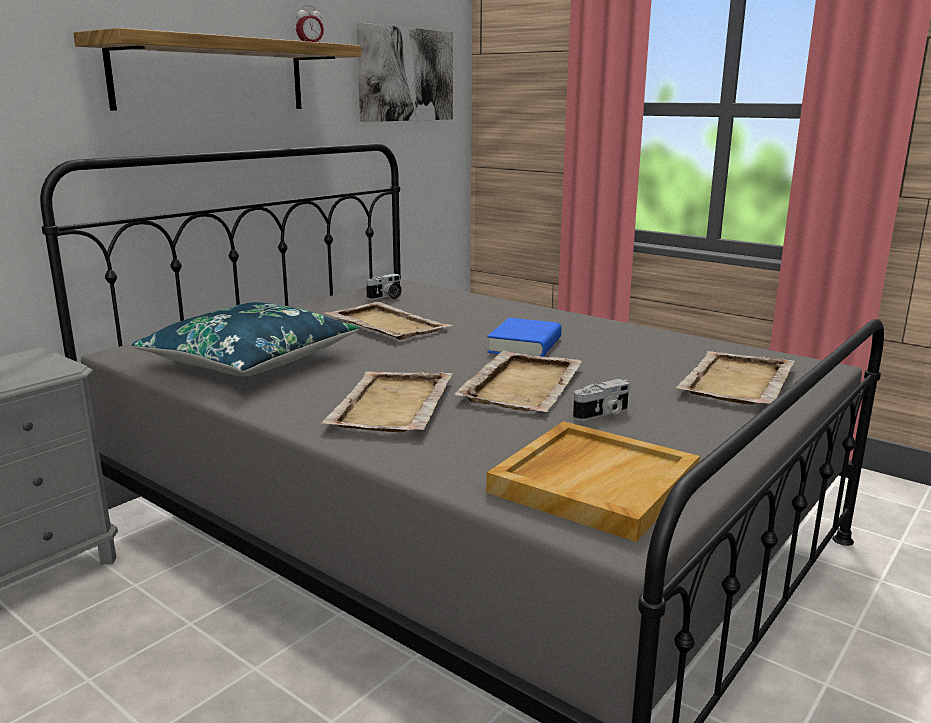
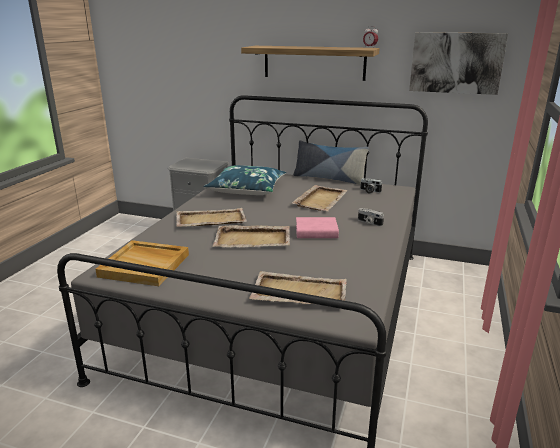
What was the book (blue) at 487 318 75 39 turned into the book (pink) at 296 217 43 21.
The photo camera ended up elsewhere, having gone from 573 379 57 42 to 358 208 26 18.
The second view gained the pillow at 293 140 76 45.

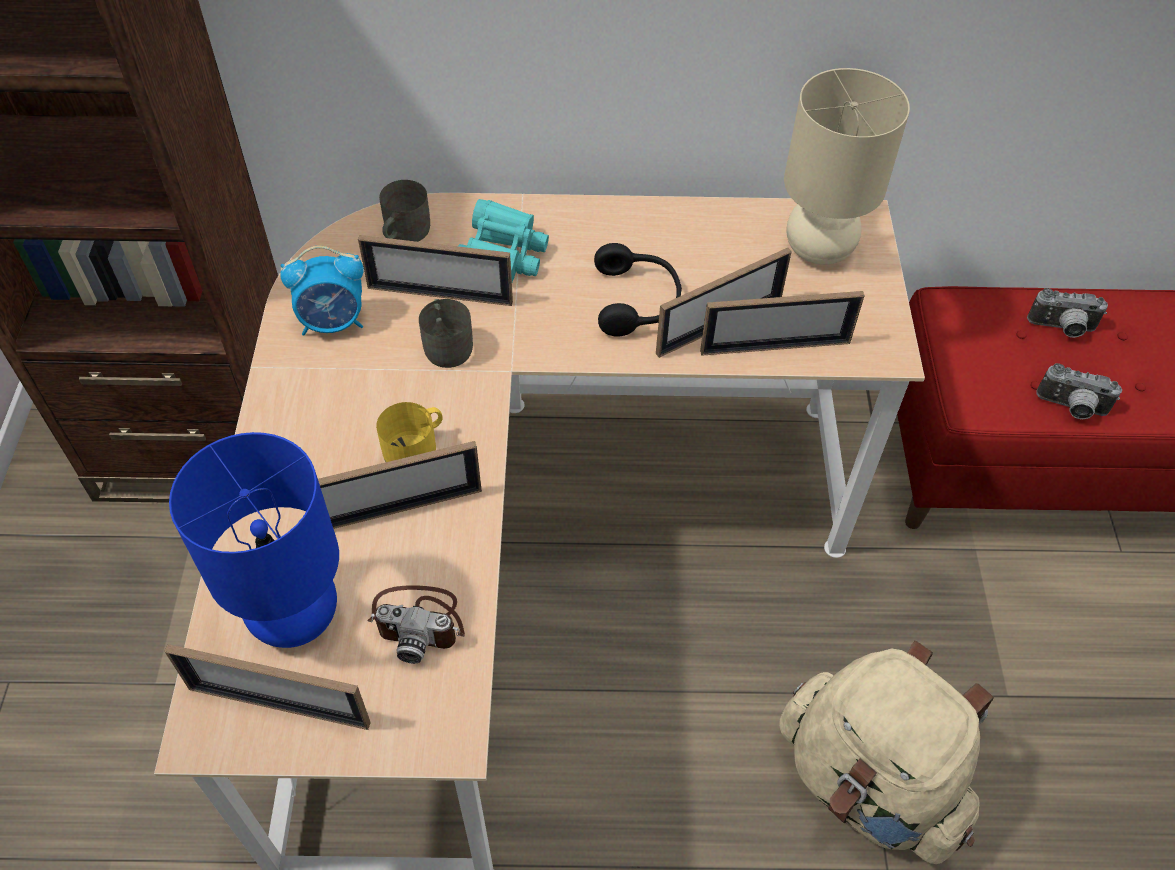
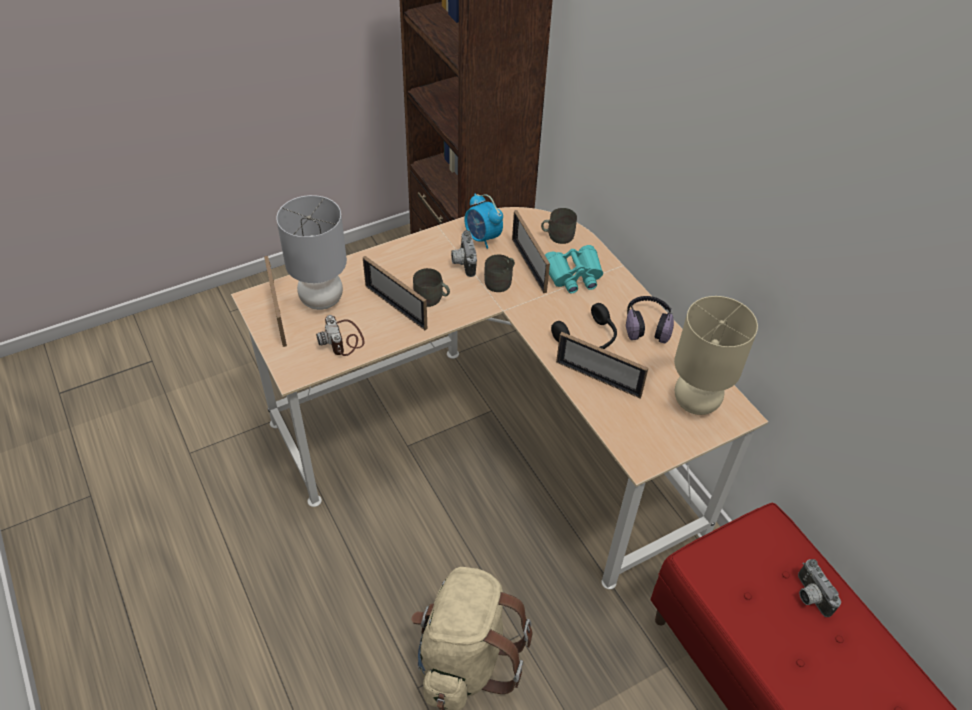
What was the table lamp (blue) at 169 432 170 216 turned into the table lamp (grey) at 276 195 71 115.
What was the mug (yellow) at 376 402 67 60 turned into the mug (grey) at 413 268 37 39.
The second view lost the picture frame at 700 291 165 65.
The photo camera ended up elsewhere, having gone from 1036 363 86 56 to 451 230 26 47.
The second view gained the headphones at 626 296 48 48.

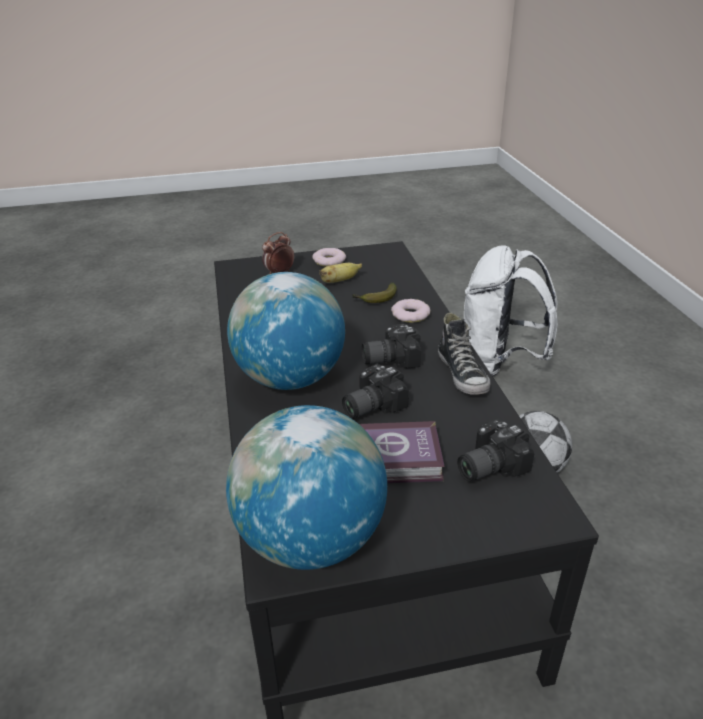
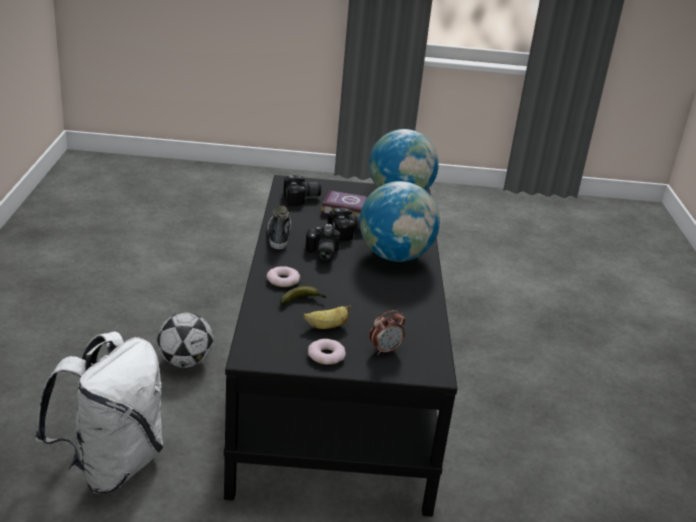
The photo camera at 362 324 59 45 ended up facing another way, 90 degrees clockwise from before.

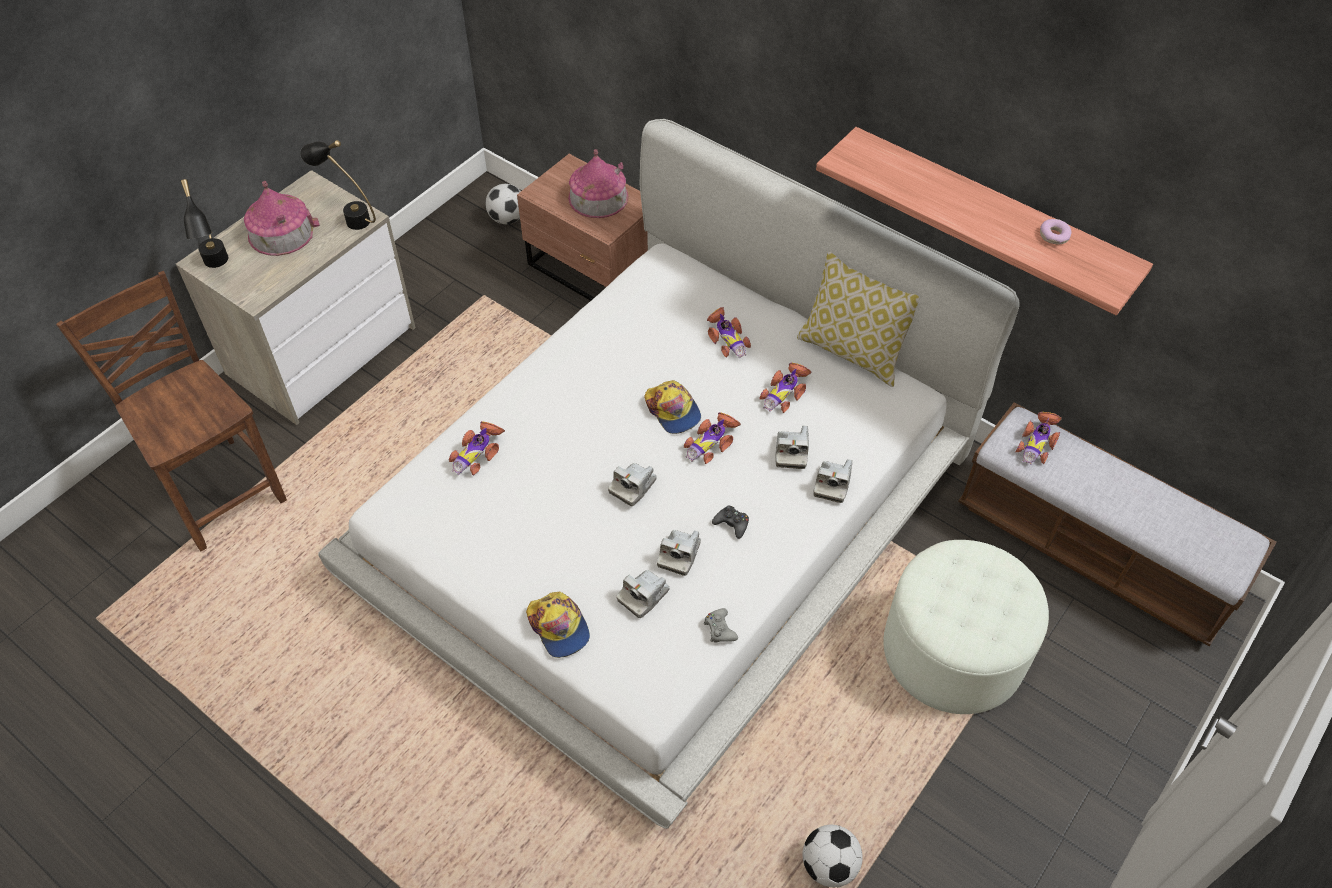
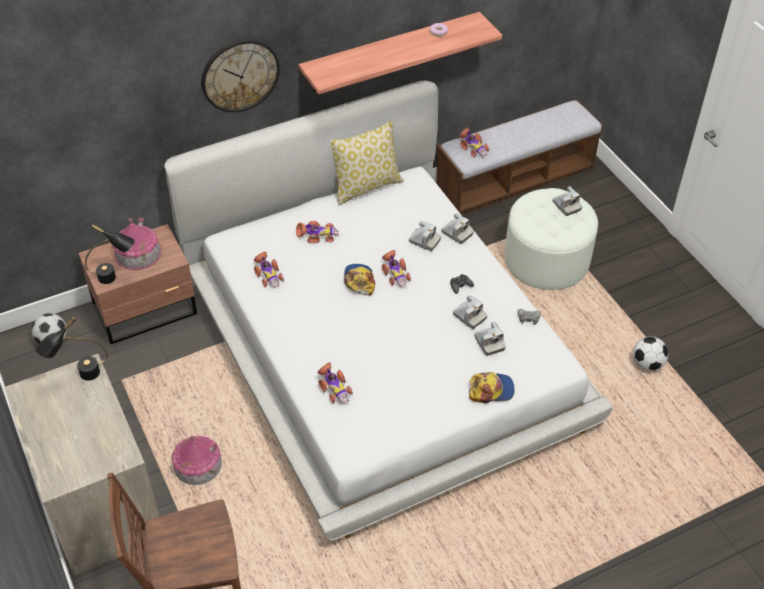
The table lamp (black) ended up elsewhere, having gone from 181 179 47 89 to 85 224 50 60.
The toy house ended up elsewhere, having gone from 244 181 76 75 to 172 435 50 50.
The photo camera ended up elsewhere, having gone from 608 463 49 43 to 553 186 29 30.
The cap at 644 380 57 54 ended up facing another way, 90 degrees counterclockwise from before.
The toy car ended up elsewhere, having gone from 760 363 52 50 to 254 252 30 36.
The second view gained the wall clock at 201 39 79 73.

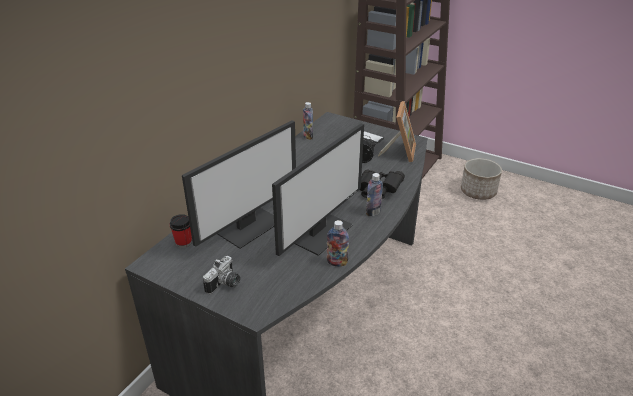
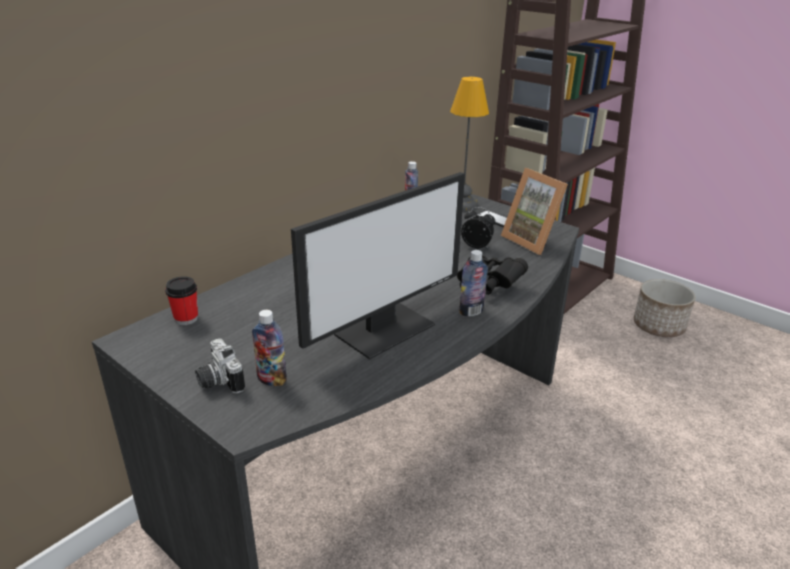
The second view lost the monitor at 182 120 114 129.
The photo camera at 203 256 37 38 ended up facing another way, 105 degrees clockwise from before.
The bottle ended up elsewhere, having gone from 327 220 22 47 to 252 310 35 76.
The picture frame at 378 101 38 61 ended up facing another way, 120 degrees clockwise from before.
The second view gained the table lamp at 450 77 39 134.

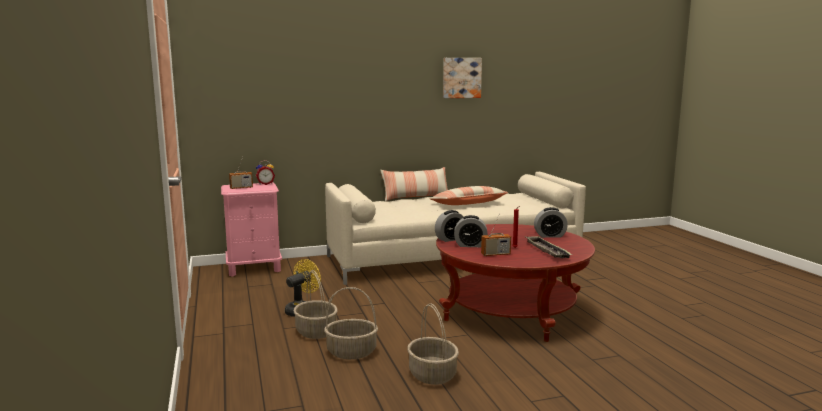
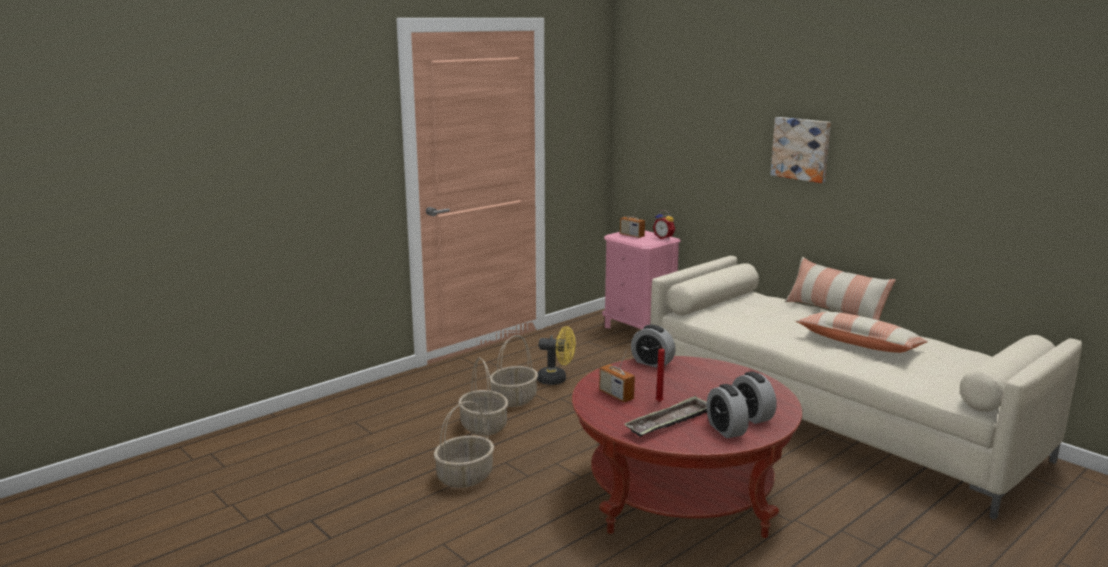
The picture ended up elsewhere, having gone from 443 58 39 40 to 771 117 60 66.
The alarm clock ended up elsewhere, having gone from 454 215 34 32 to 707 384 42 54.

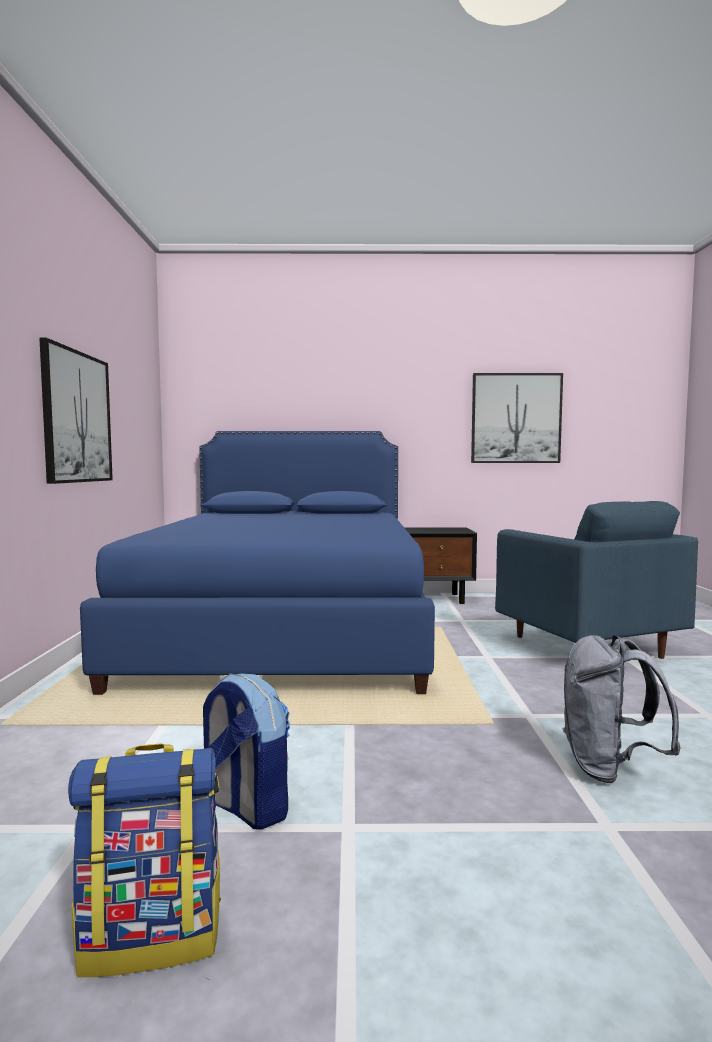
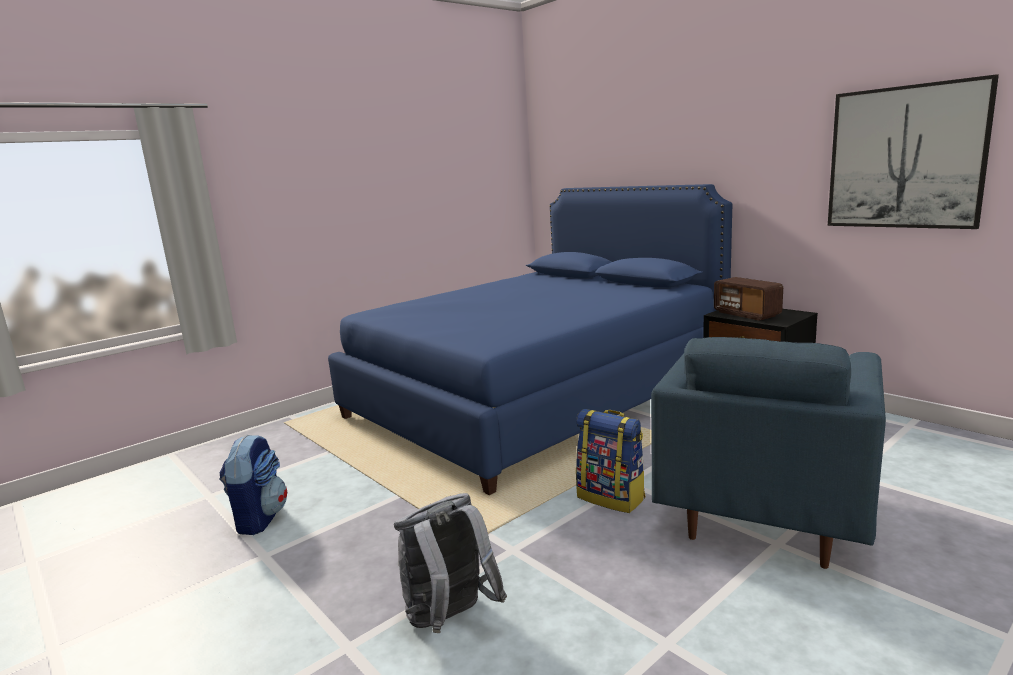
The second view lost the picture at 39 338 74 146.
The backpack ended up elsewhere, having gone from 68 744 153 233 to 576 409 69 104.
The second view gained the radio at 714 277 69 44.

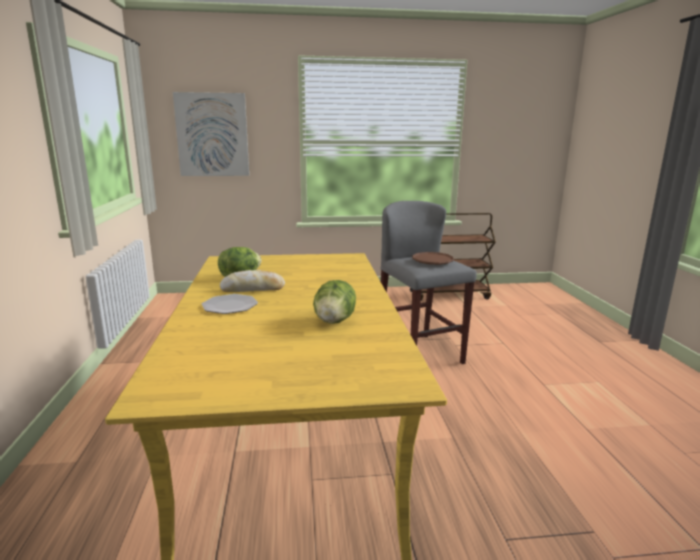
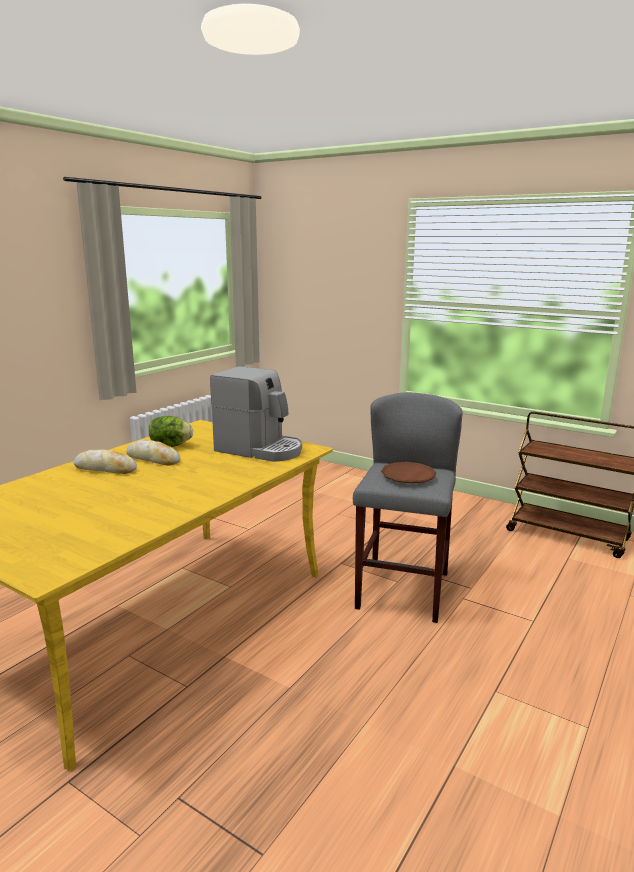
The second view lost the picture at 173 92 76 84.
Where the plate stood at 202 294 56 20, the bread came to stand at 74 449 63 25.
The second view lost the lettuce at 313 280 43 44.
The second view gained the coffee machine at 210 366 92 96.

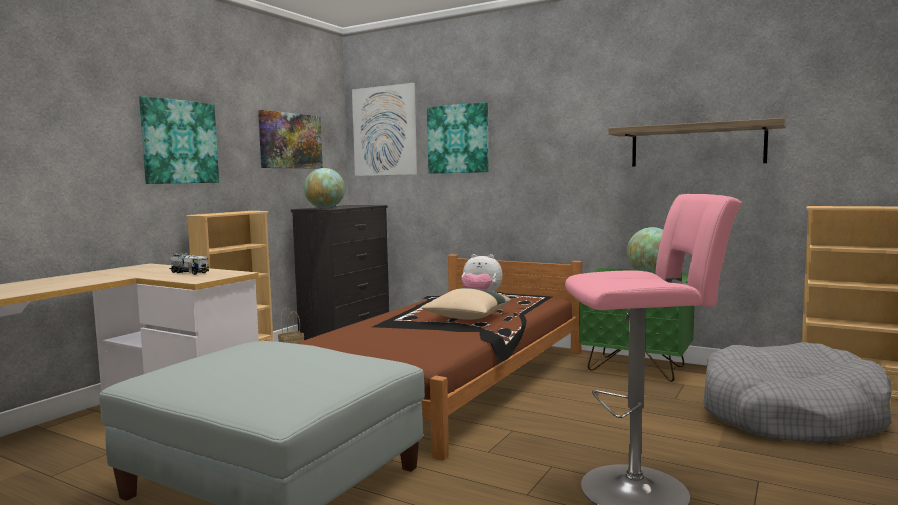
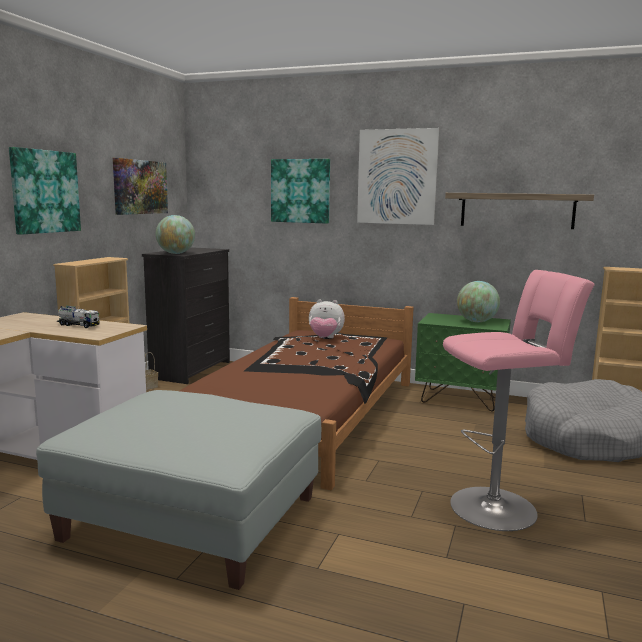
The picture ended up elsewhere, having gone from 352 83 65 93 to 357 128 82 97.
The second view lost the pillow (beige) at 421 288 90 32.

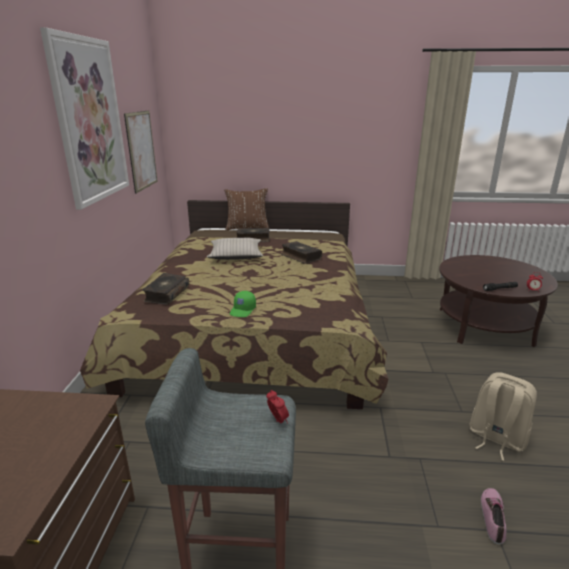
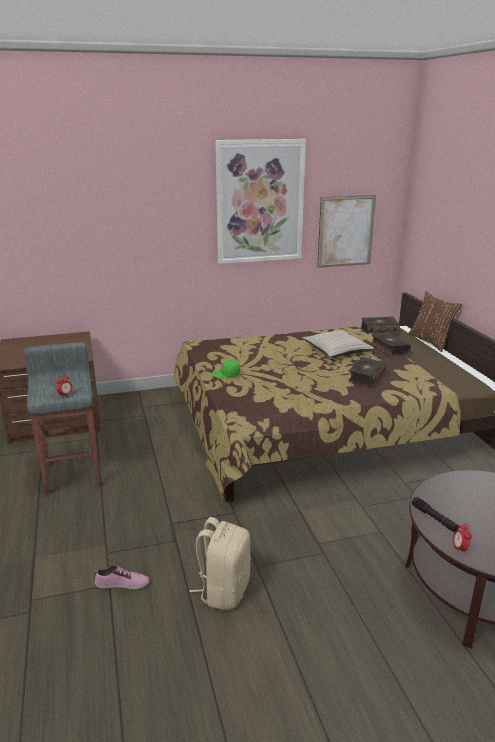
The book ended up elsewhere, having gone from 142 273 47 32 to 360 317 40 17.

